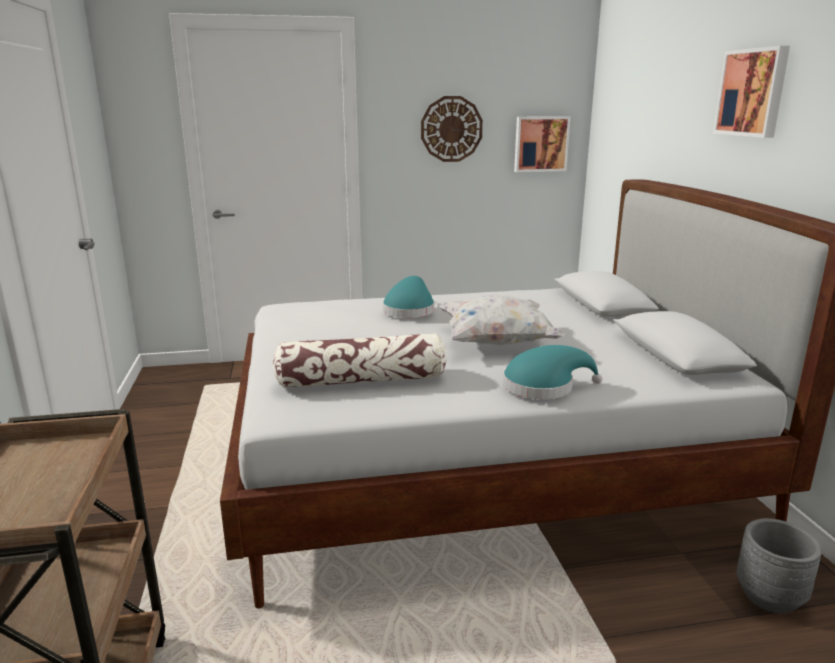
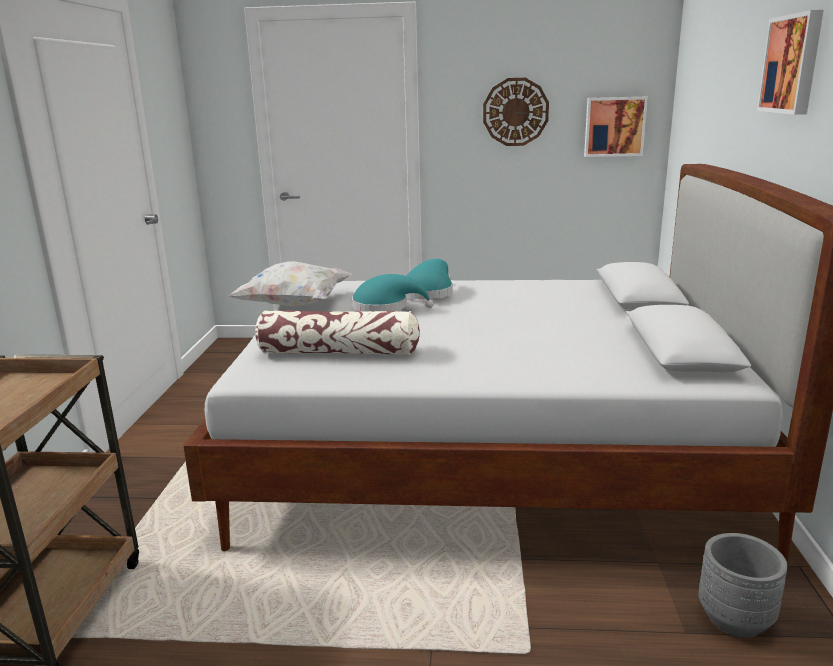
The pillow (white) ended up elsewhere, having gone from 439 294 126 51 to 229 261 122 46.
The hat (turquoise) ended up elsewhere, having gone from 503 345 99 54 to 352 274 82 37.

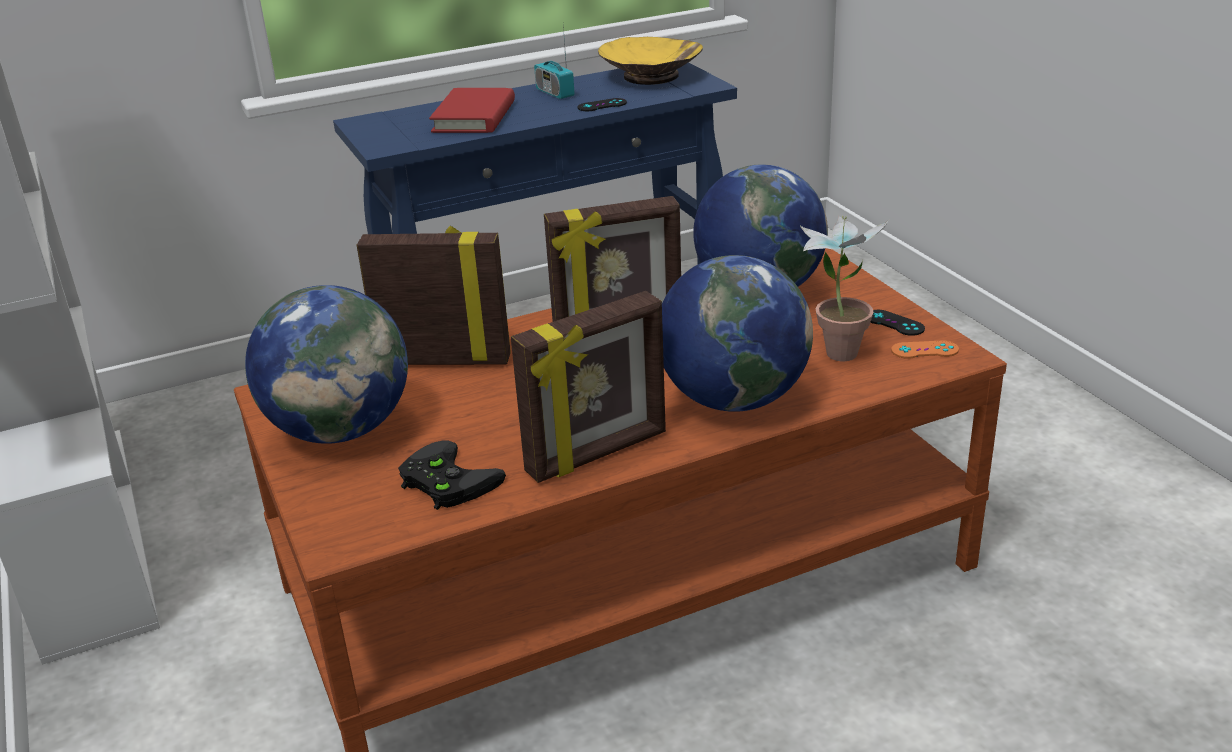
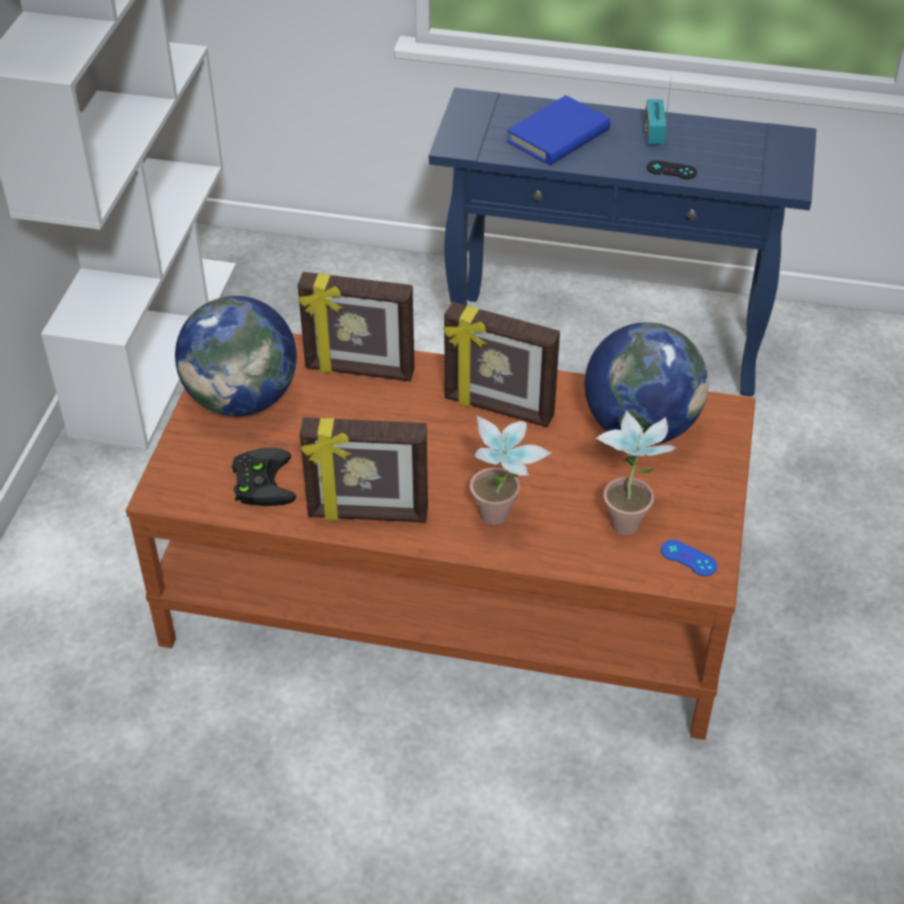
The picture frame at 357 226 154 139 ended up facing another way, 150 degrees clockwise from before.
What was the book (red) at 429 88 86 45 turned into the book (blue) at 506 95 104 70.
The second view lost the bowl (yellow) at 598 37 105 48.
Where the globe stood at 662 255 151 157, the potted plant came to stand at 470 416 82 109.
The second view lost the game controller (black) at 870 310 55 26.
What was the game controller (orange) at 891 341 68 18 turned into the game controller (blue) at 661 540 56 36.

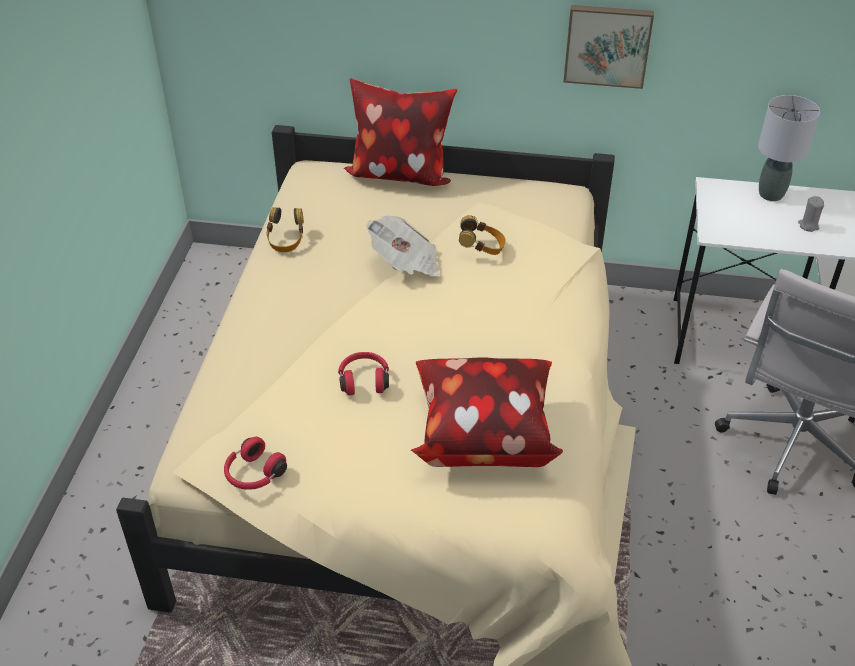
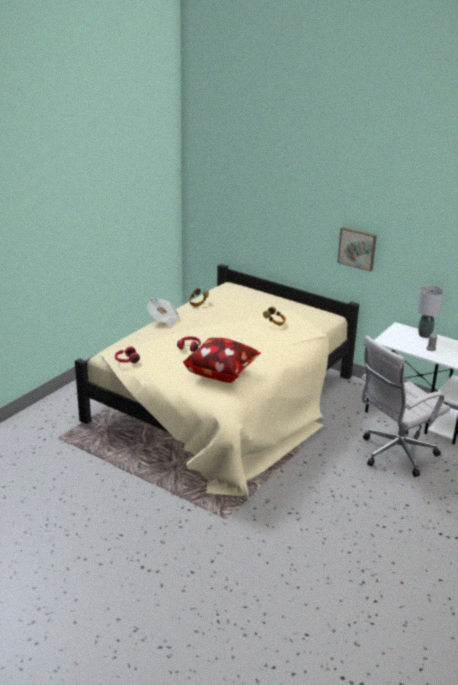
The second view lost the pillow at 344 78 113 108.
The newspaper ended up elsewhere, having gone from 367 216 72 61 to 146 298 34 29.

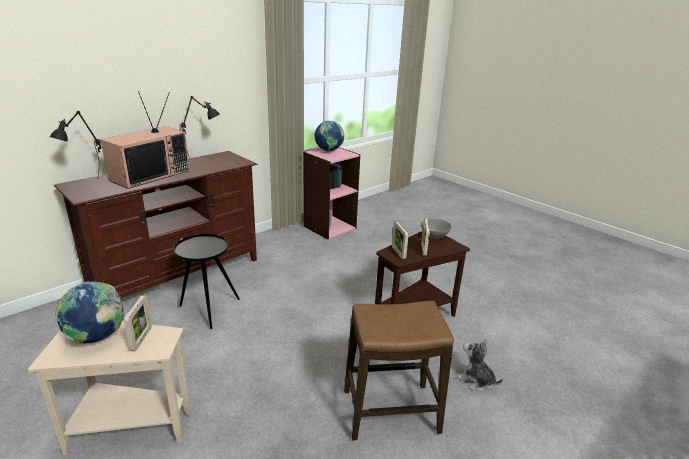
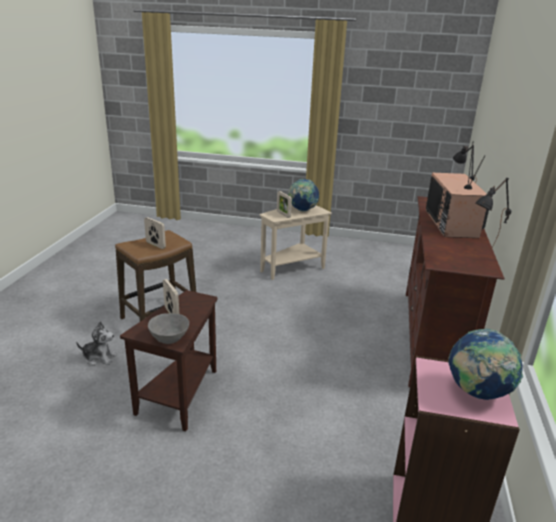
The second view lost the side table (black) at 174 234 66 95.
The picture frame ended up elsewhere, having gone from 392 221 17 38 to 144 217 22 32.

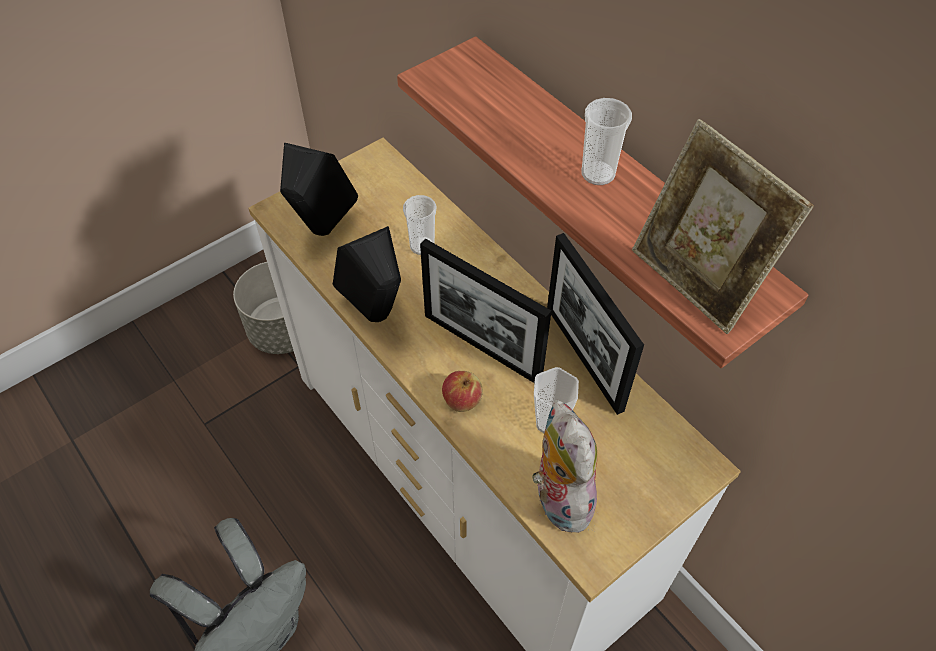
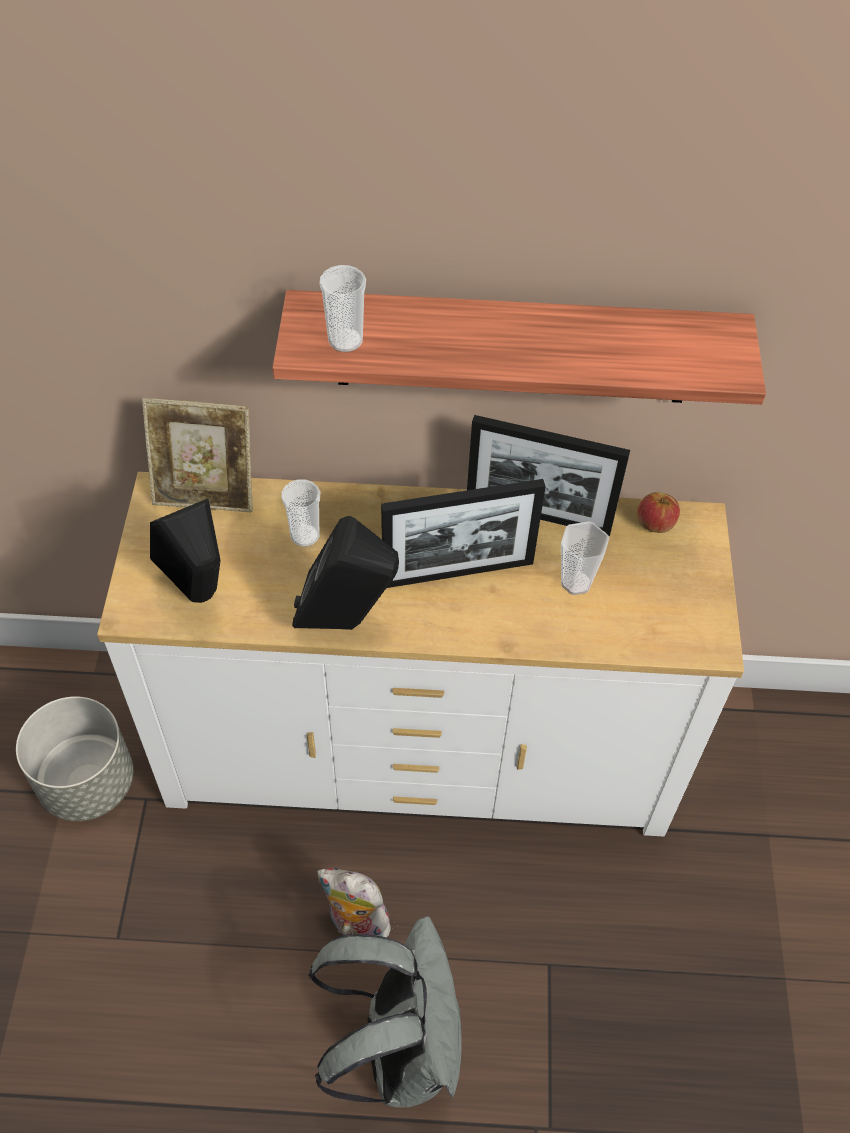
The apple ended up elsewhere, having gone from 442 371 41 41 to 637 492 43 41.
The plush toy ended up elsewhere, having gone from 532 399 66 134 to 318 868 73 70.
The cup ended up elsewhere, having gone from 581 98 51 87 to 319 265 47 87.
The picture frame ended up elsewhere, having gone from 632 119 182 215 to 142 398 111 114.

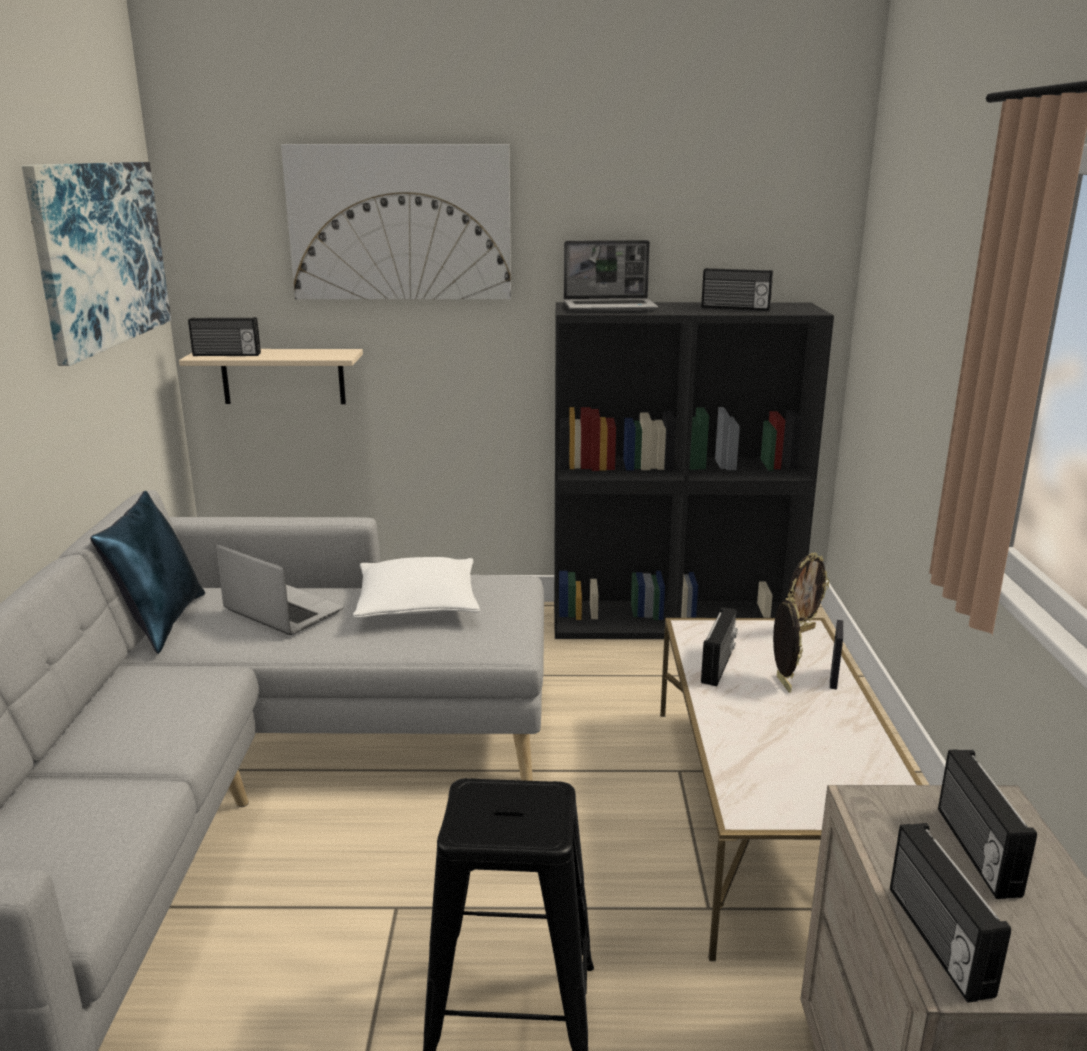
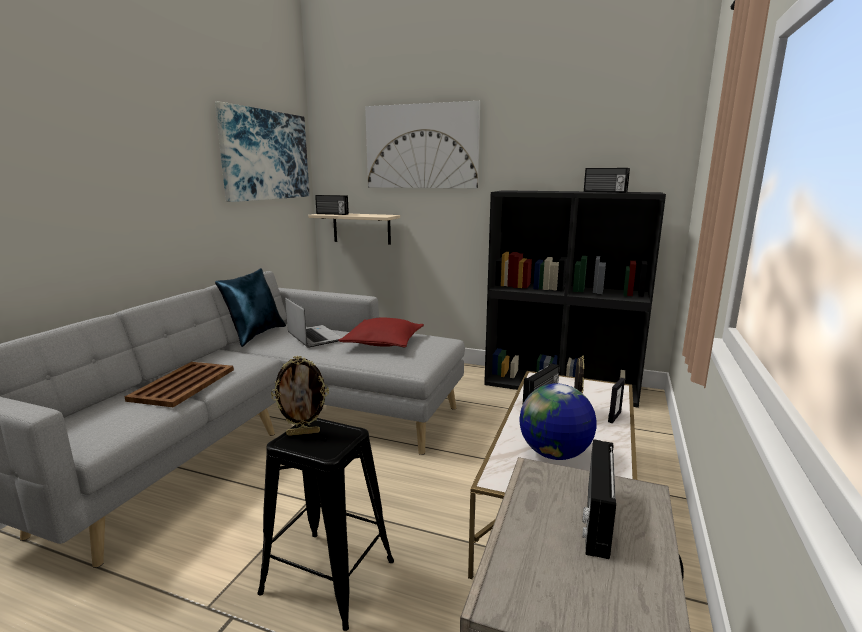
What was the pillow (white) at 353 557 127 61 turned into the pillow (red) at 338 317 86 30.
The second view lost the laptop at 564 240 94 71.
The picture frame ended up elsewhere, having gone from 787 553 42 80 to 271 356 58 80.
The second view lost the radio at 890 823 121 180.
The second view gained the tray (brown) at 125 362 109 45.
The second view gained the globe at 519 383 78 77.

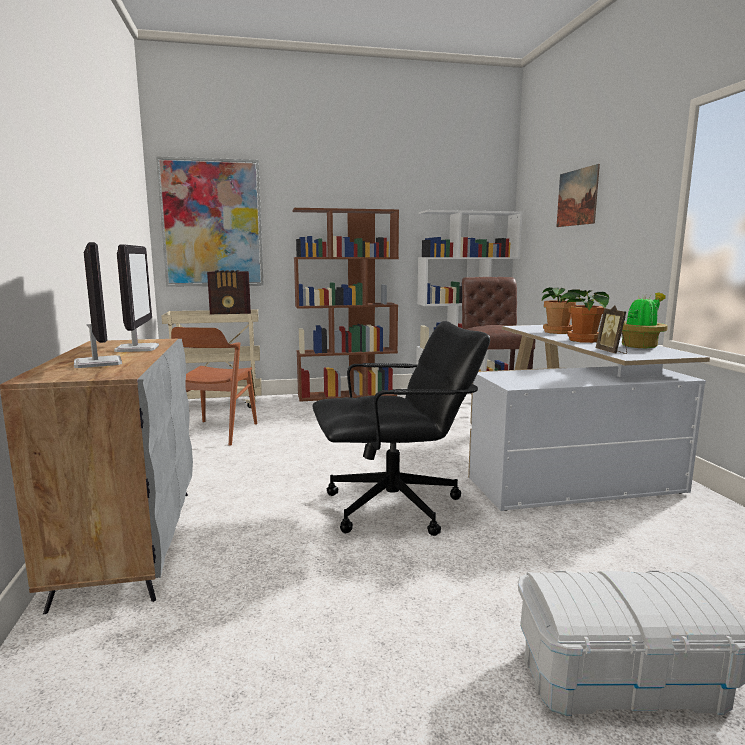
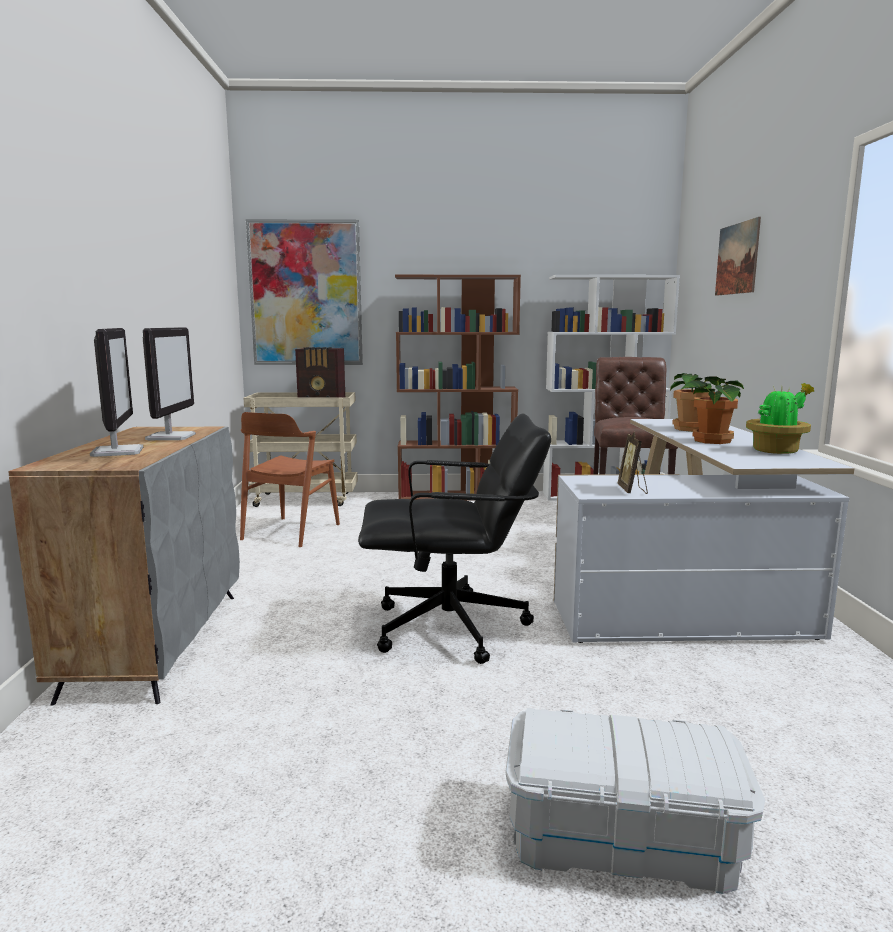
The picture frame ended up elsewhere, having gone from 595 305 32 49 to 617 431 31 63.

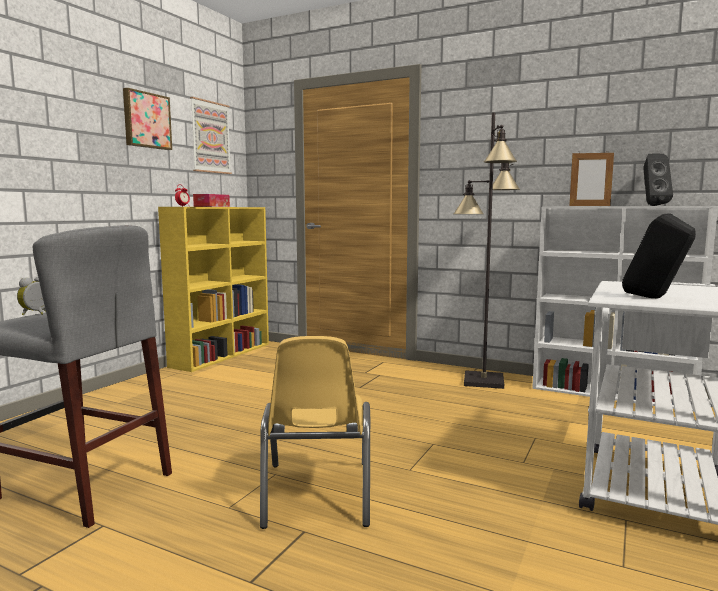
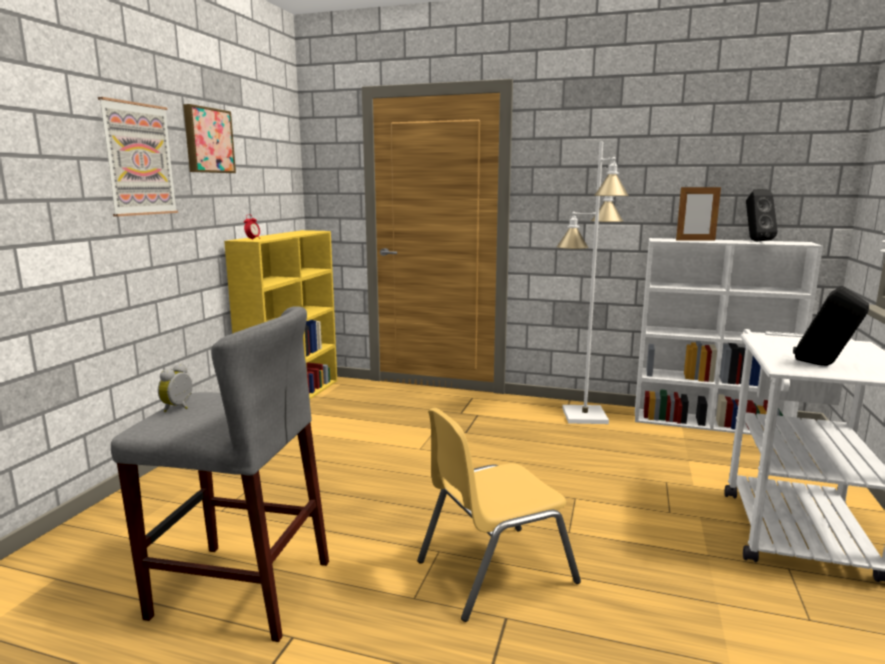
The picture ended up elsewhere, having gone from 190 97 42 77 to 98 97 80 119.
The second view lost the tissue box at 193 194 37 13.
The chair (yellow) at 260 336 110 193 ended up facing another way, 75 degrees clockwise from before.
What was the floor lamp (black) at 453 112 67 277 turned into the floor lamp (white) at 556 142 73 282.

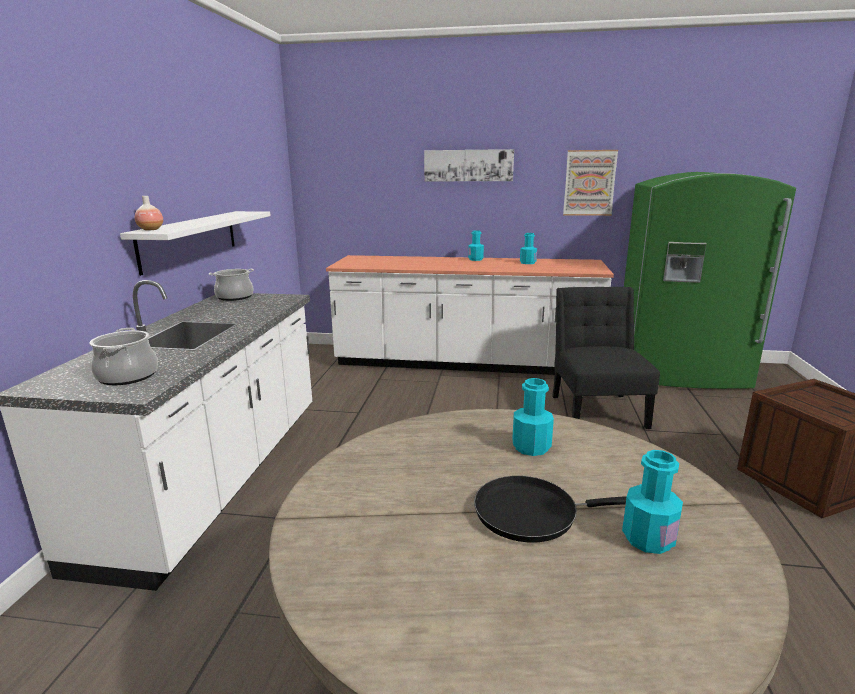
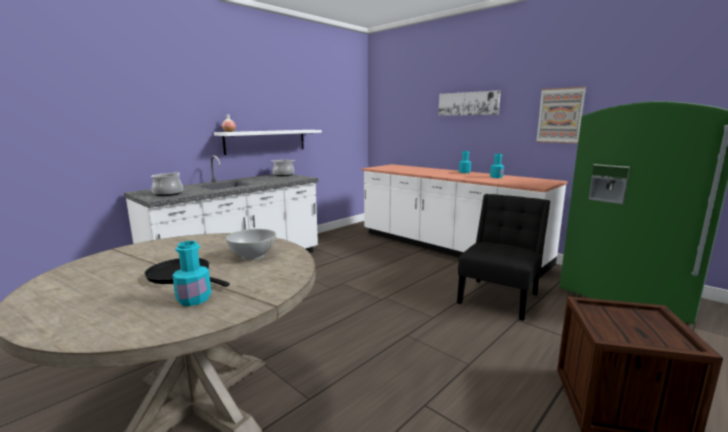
Where the bottle (turquoise) stood at 512 378 42 78, the bowl (white) came to stand at 226 229 50 31.

